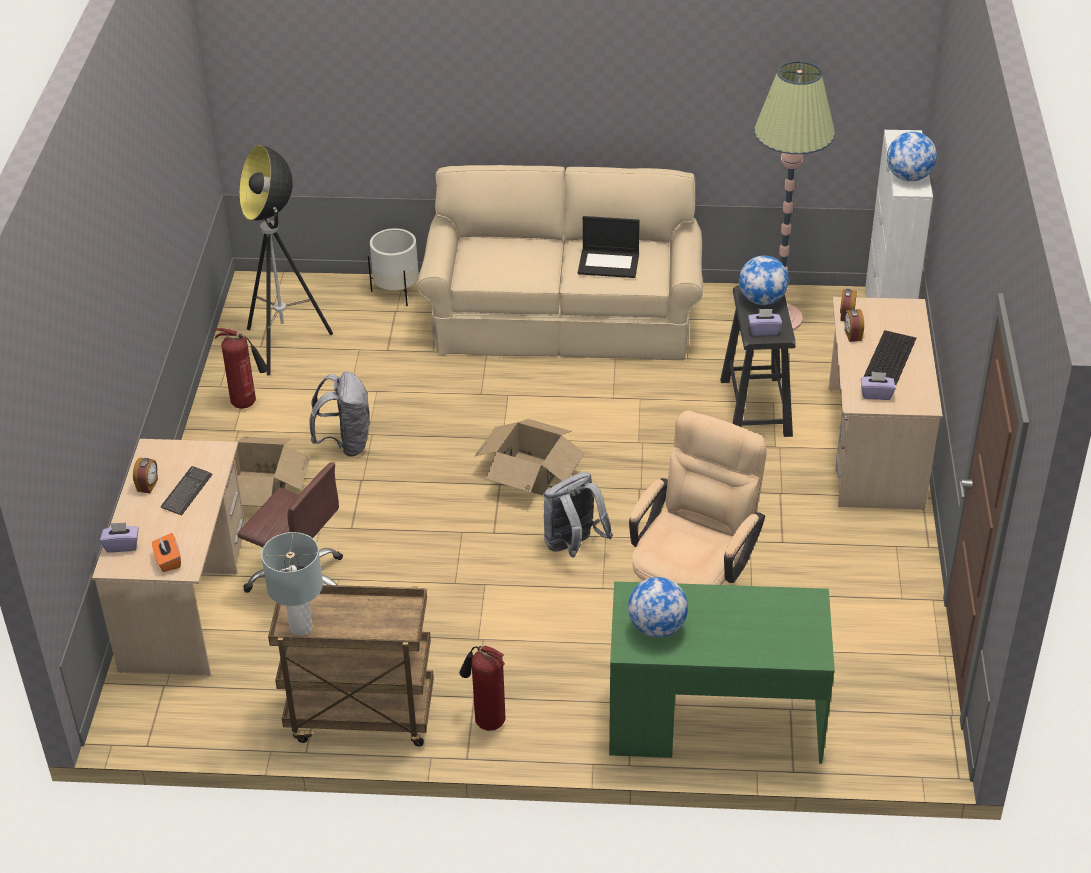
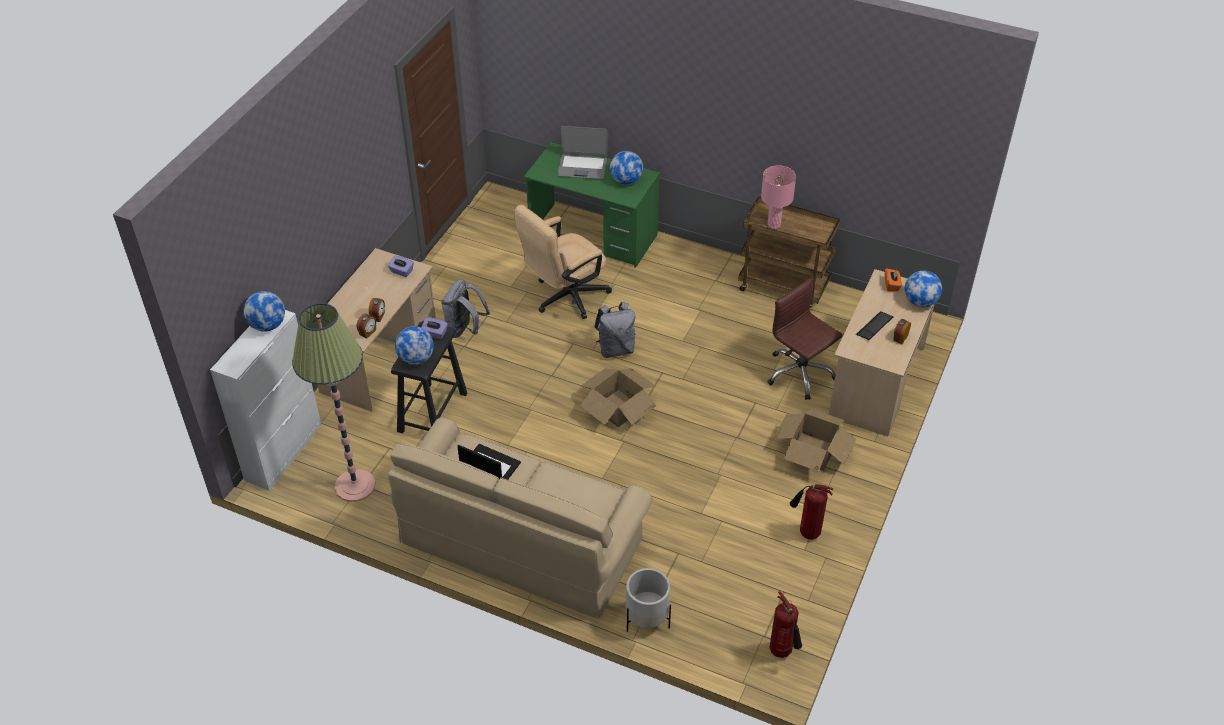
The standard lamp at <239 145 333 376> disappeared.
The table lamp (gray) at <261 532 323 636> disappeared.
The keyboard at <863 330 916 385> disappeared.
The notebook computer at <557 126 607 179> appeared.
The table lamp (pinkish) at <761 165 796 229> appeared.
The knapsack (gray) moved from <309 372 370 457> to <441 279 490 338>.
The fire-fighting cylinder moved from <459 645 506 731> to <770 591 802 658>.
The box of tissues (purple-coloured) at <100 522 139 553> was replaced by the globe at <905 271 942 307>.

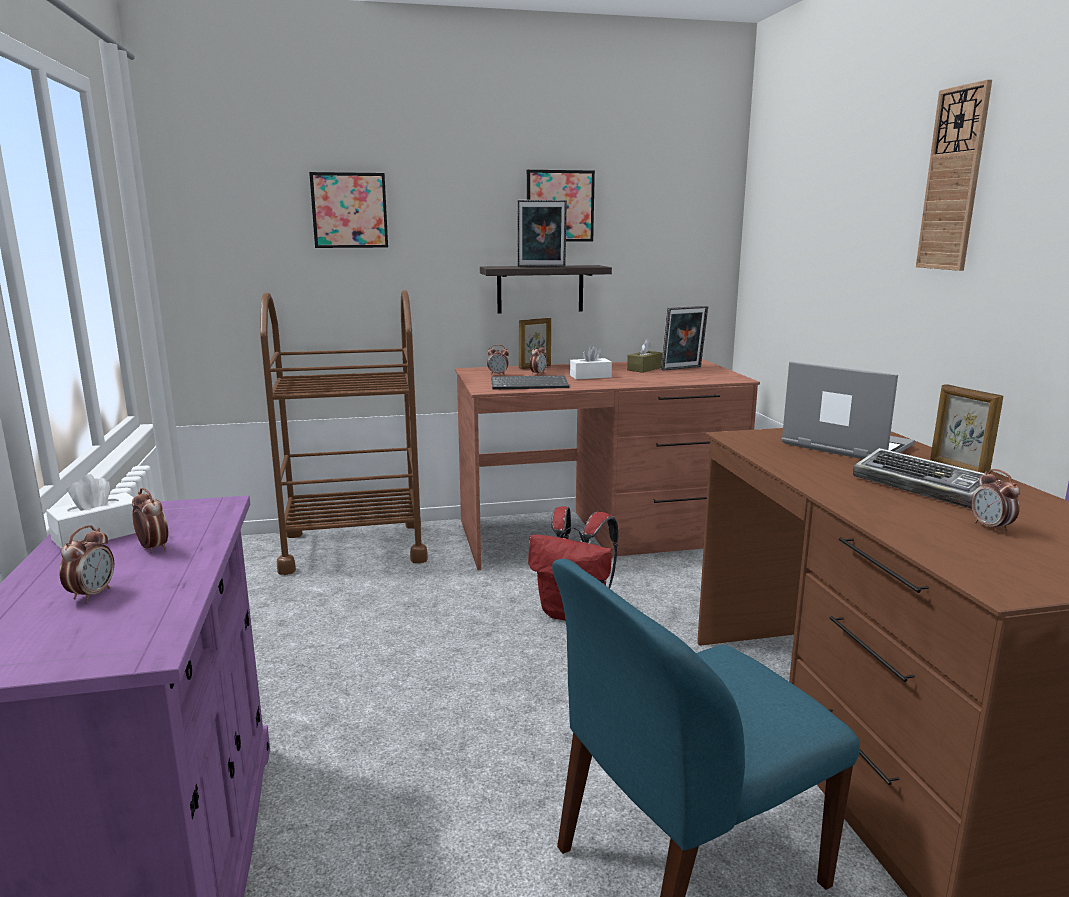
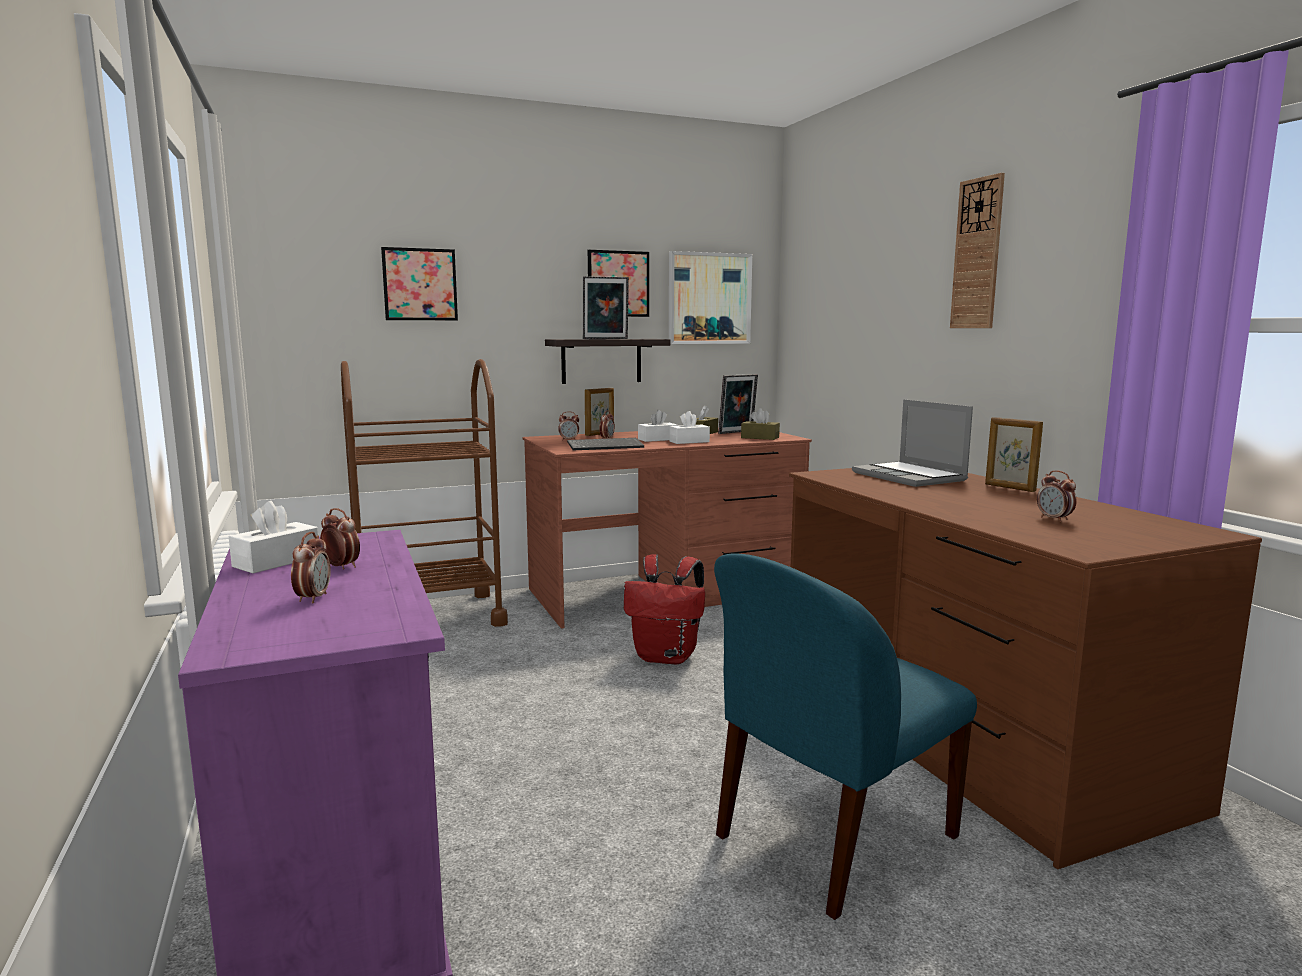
The keyboard at <853 448 1003 509> disappeared.
The wall art at <669 251 752 344> appeared.
The box of tissues (whitish) at <669 411 710 444> appeared.
The box of tissues (brown) at <741 408 780 440> appeared.
The notebook computer at <781 361 915 459> turned 150 degrees counterclockwise.

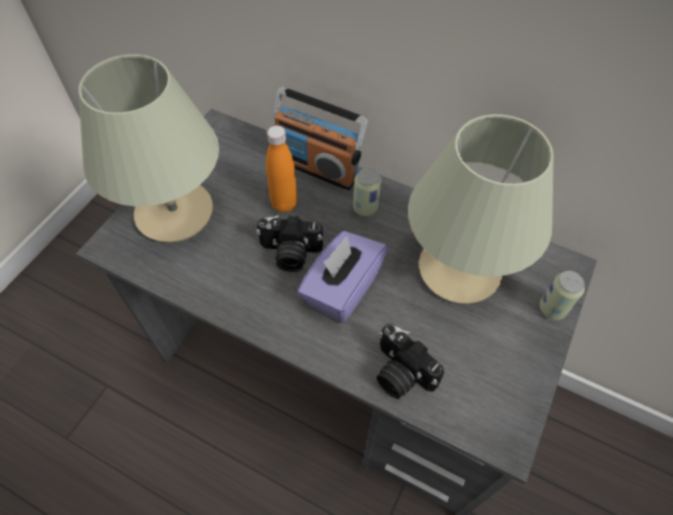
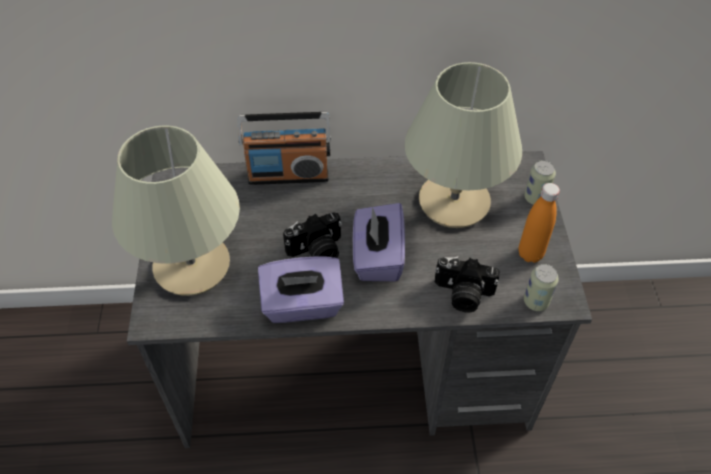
The box of tissues (purple-coloured) at <258 256 344 323> appeared.
The bottle (orangey) moved from <266 126 297 213> to <519 183 560 263>.
The metal can moved from <353 168 381 216> to <524 264 559 311>.

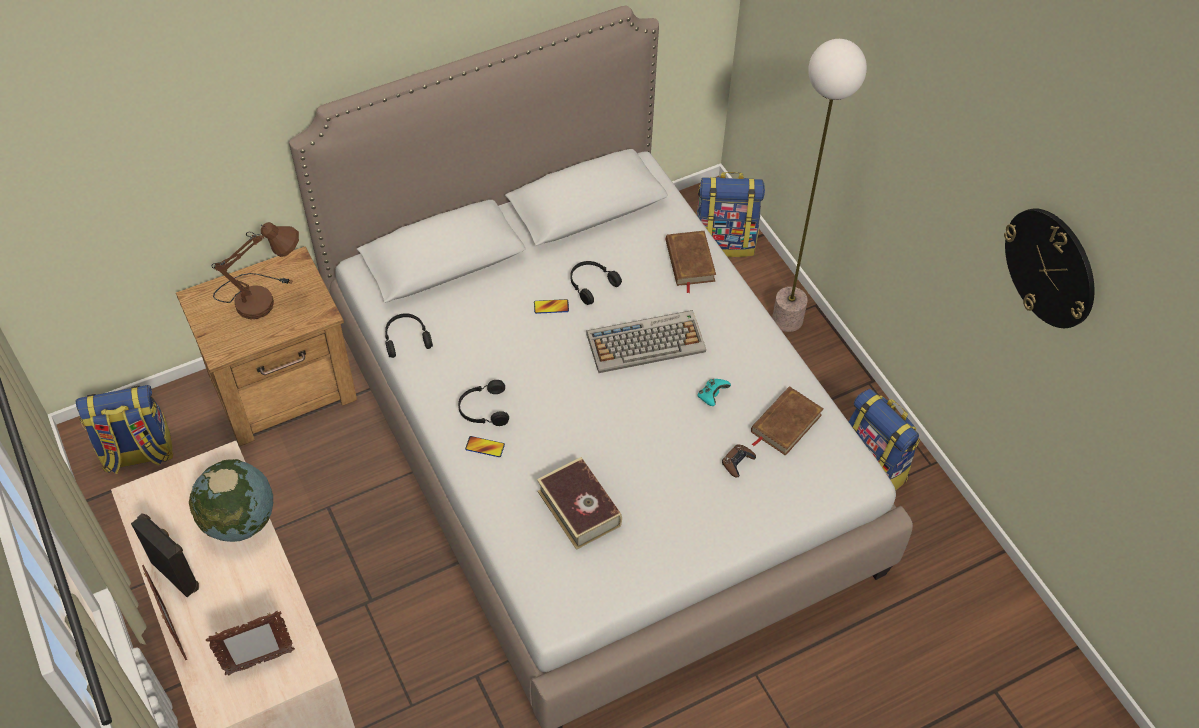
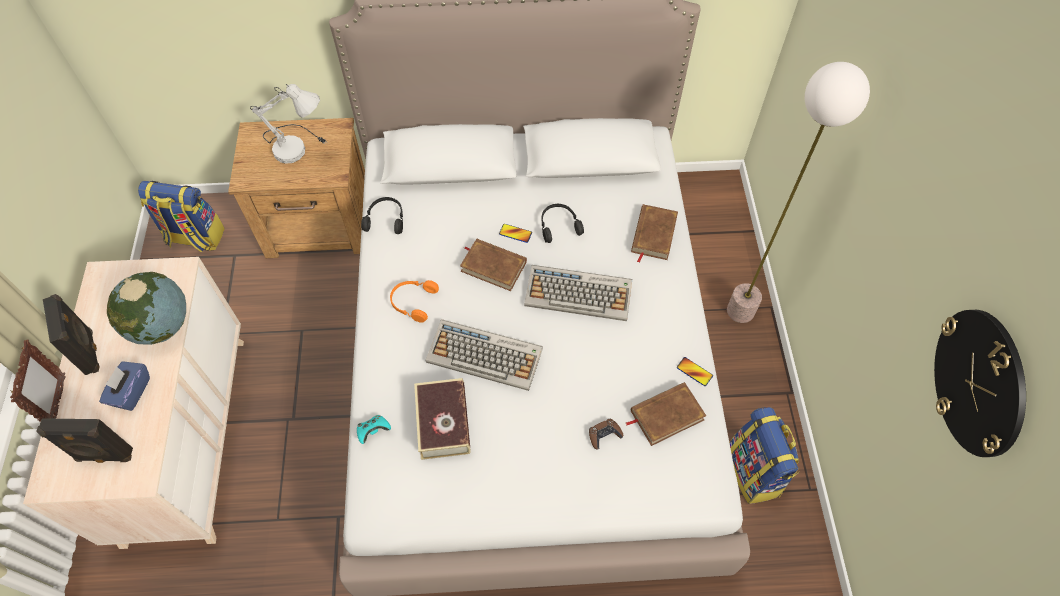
The knapsack at <696 172 765 257> disappeared.
The box of tissues (bluish) at <99 361 150 411> appeared.
The keyboard at <426 319 543 391> appeared.
The book (brown) at <460 238 527 291> appeared.
The phone moved from <465 436 505 457> to <677 357 713 386>.
The joypad (blue-green) moved from <697 379 731 406> to <357 415 391 444>.
The standing frame at <206 611 295 676> was replaced by the loudspeaker (black-coloured) at <36 418 133 463>.
The table lamp (brown) at <211 222 299 319> became the table lamp (whitish) at <250 84 327 164>.
The pair of headphones (black-coloured) at <458 380 509 426> became the pair of headphones (orangey) at <390 280 439 323>.

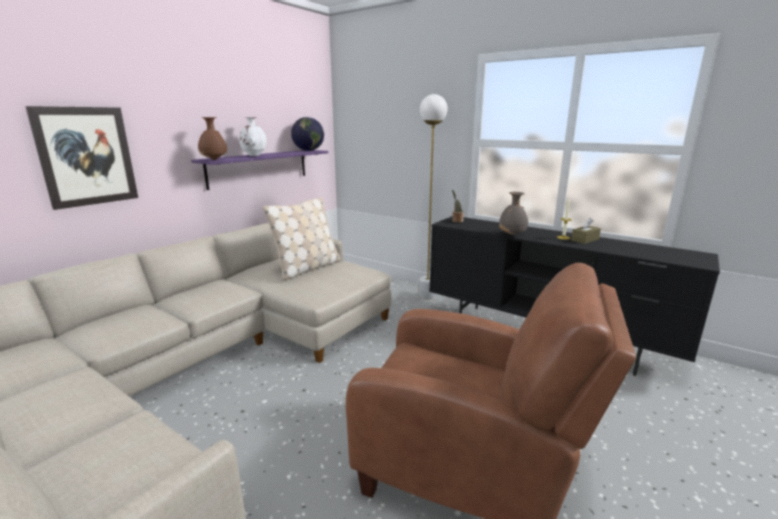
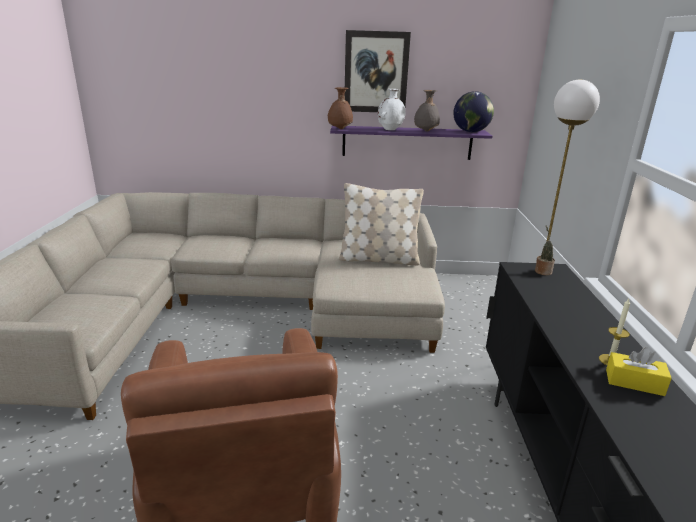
The wall art moved from <25 106 138 210> to <345 30 411 112>.
The flower vase (gray) moved from <499 192 528 235> to <414 90 440 132>.
The box of tissues (brown) at <571 218 601 244> became the box of tissues (yellowish) at <606 347 672 396>.

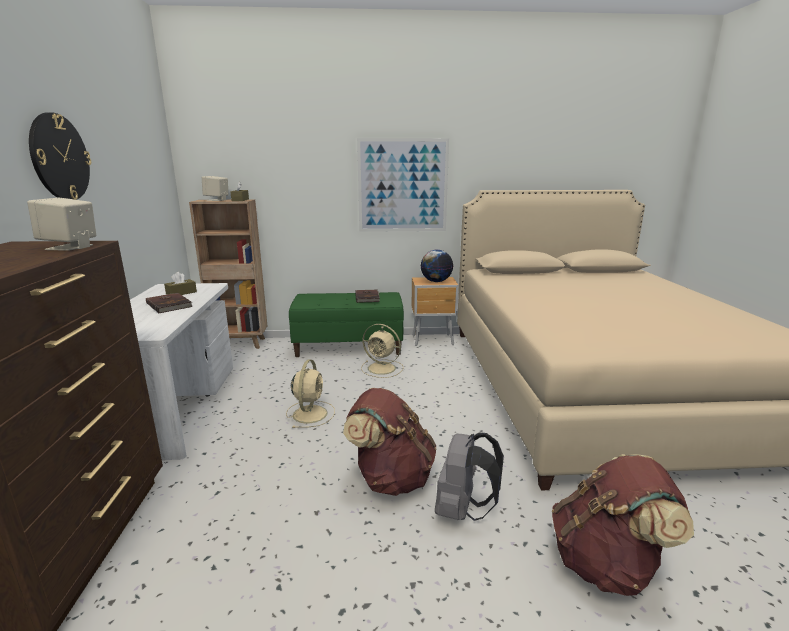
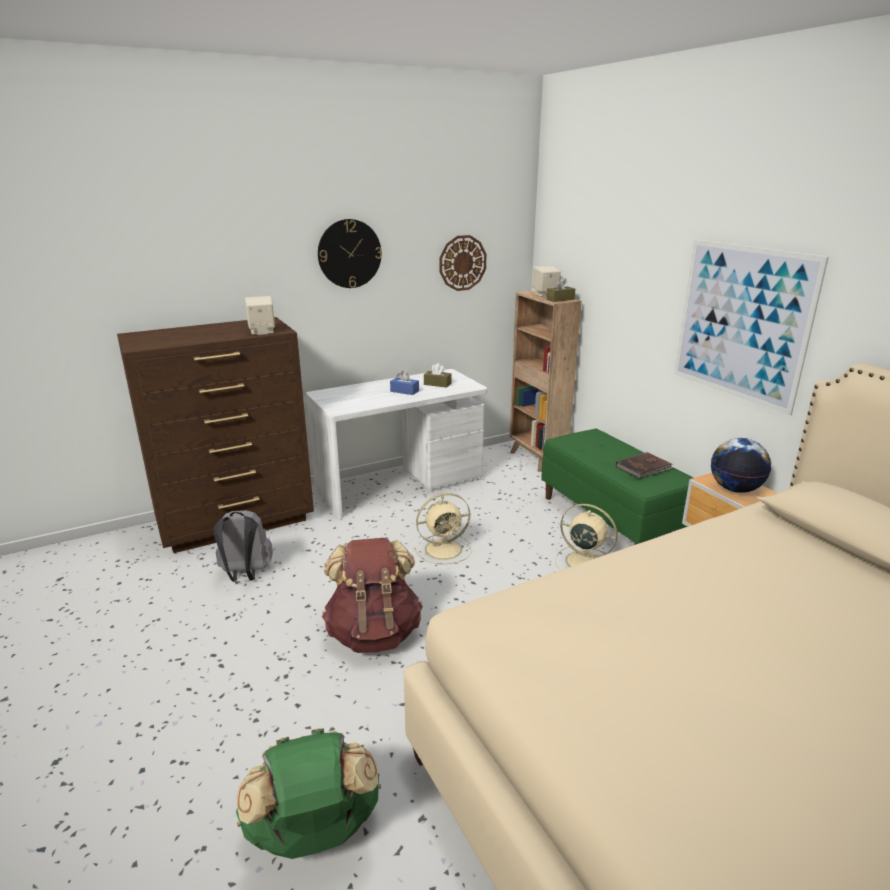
The wall clock at <440 235 487 291> appeared.
The knapsack (gray) moved from <435 433 504 521> to <213 510 273 582>.
The book (brown) at <146 293 193 313> was replaced by the box of tissues (bluish) at <390 371 419 395>.
The knapsack (brown) at <552 454 694 596> became the knapsack (greenish) at <236 728 381 859>.
The cooling fan (beige-coloured) at <361 324 404 378> turned 120 degrees clockwise.

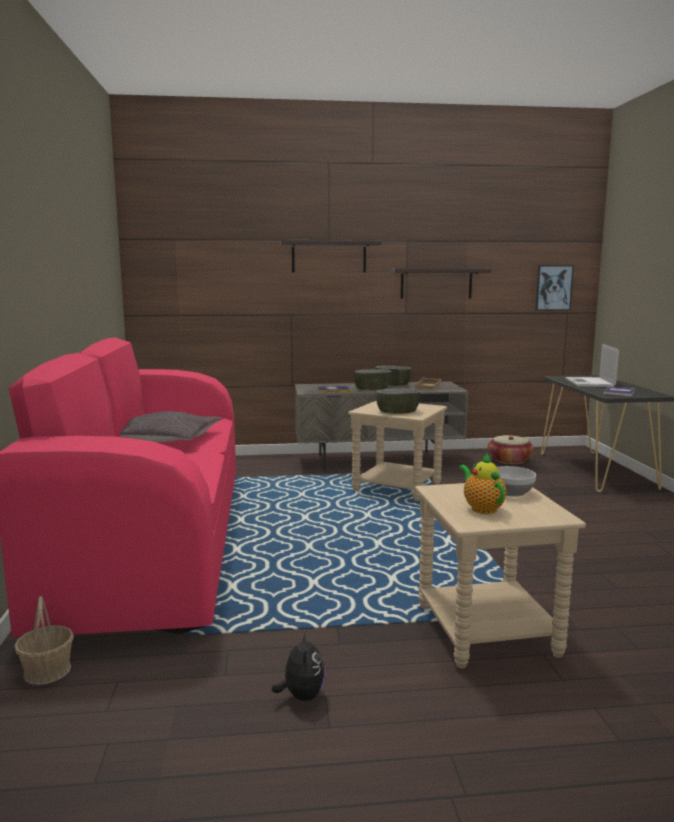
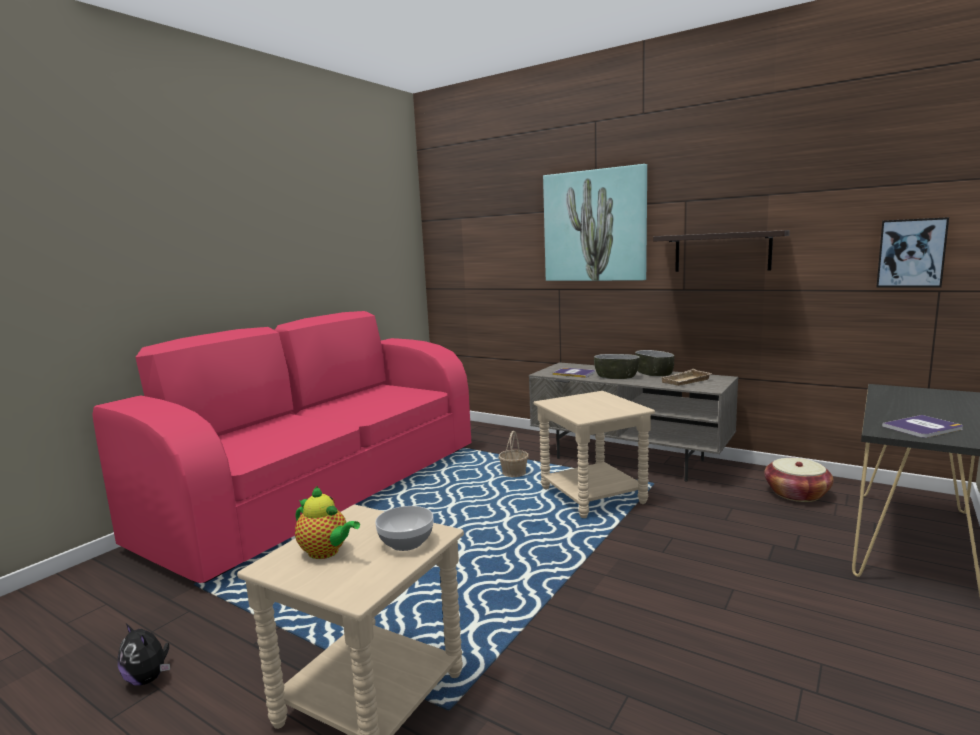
The throw pillow (gray) at <120 411 222 442> disappeared.
The bowl at <376 389 420 414> disappeared.
The notebook computer at <565 344 619 387> disappeared.
The storage basket moved from <14 596 74 685> to <498 431 529 477>.
The shelf at <280 240 382 273> was replaced by the wall art at <543 164 647 281>.
The cuddly toy at <272 631 326 701> turned 90 degrees clockwise.
The tea pot at <459 453 506 514> turned 105 degrees clockwise.

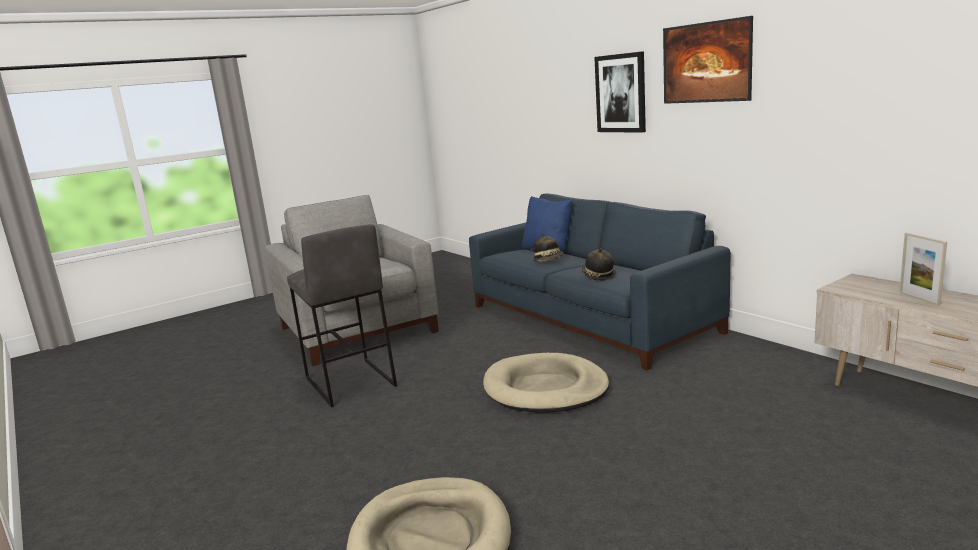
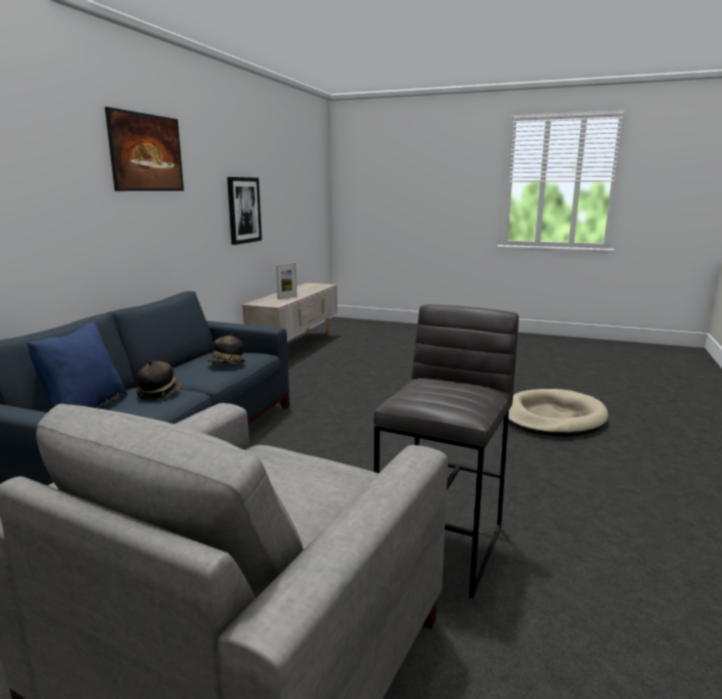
The dog bed (beige-coloured) at <483 353 609 413> disappeared.
The wall art moved from <594 51 646 133> to <227 177 262 245>.

